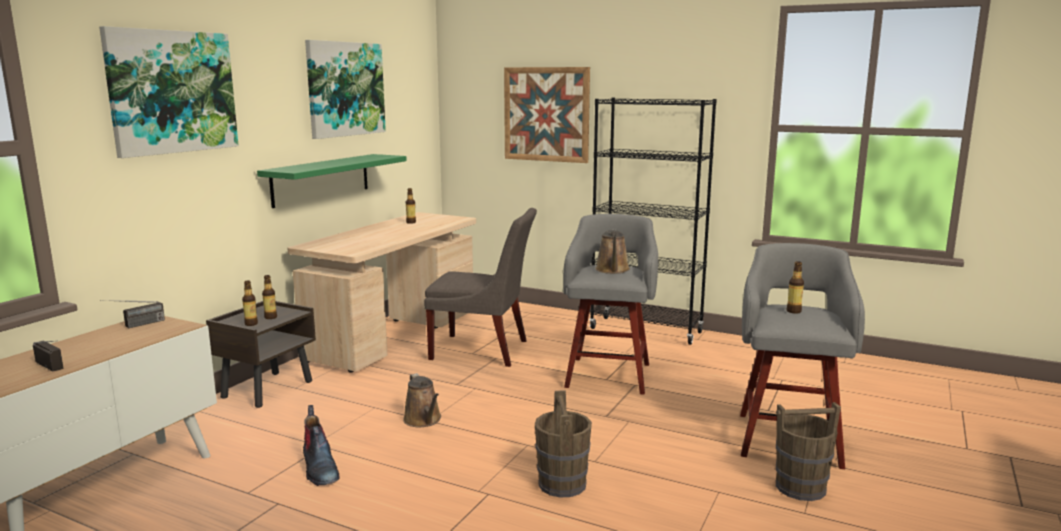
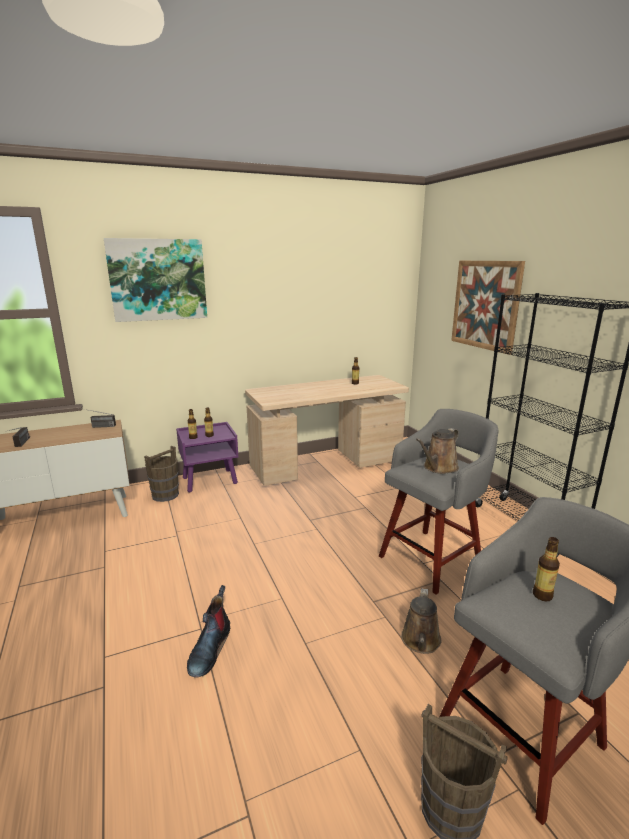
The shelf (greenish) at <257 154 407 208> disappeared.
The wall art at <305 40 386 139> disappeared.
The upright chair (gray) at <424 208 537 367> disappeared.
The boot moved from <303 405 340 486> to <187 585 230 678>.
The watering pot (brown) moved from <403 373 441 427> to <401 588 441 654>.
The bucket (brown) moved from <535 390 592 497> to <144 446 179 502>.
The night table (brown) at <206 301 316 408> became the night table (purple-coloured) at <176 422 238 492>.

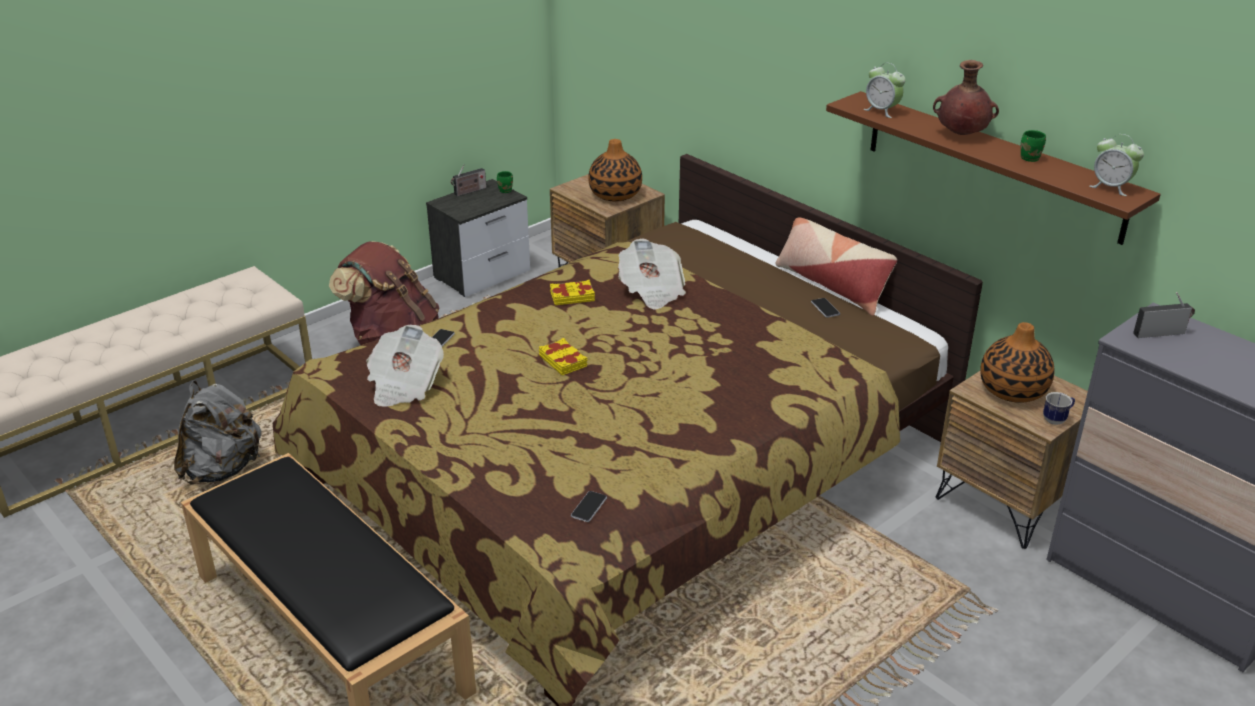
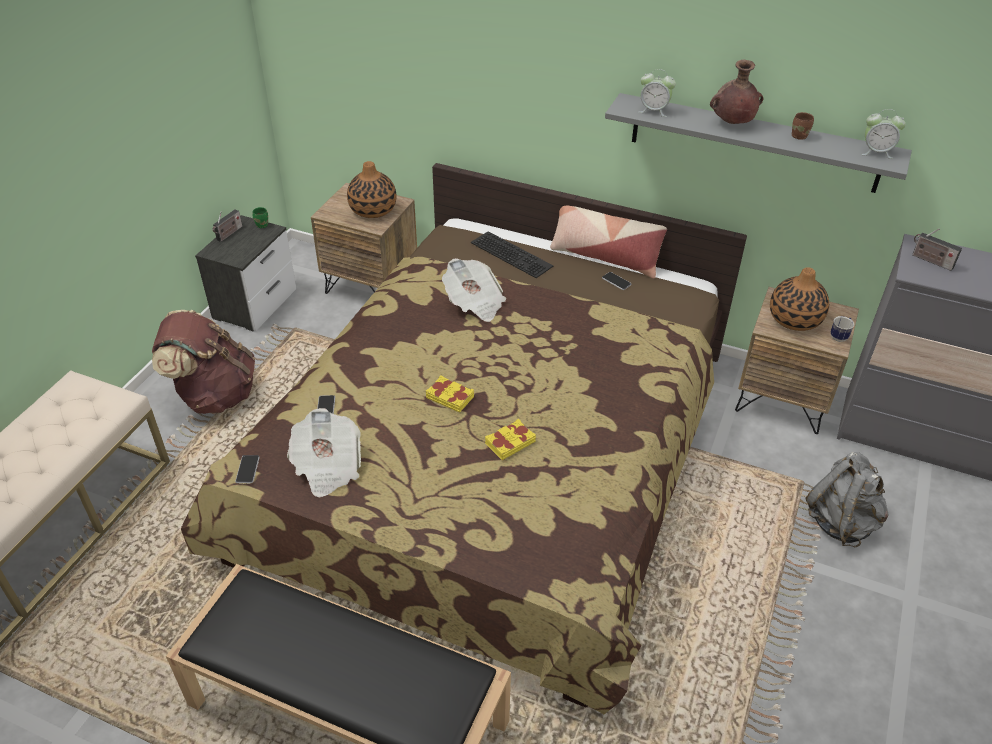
The keyboard at <471 231 553 278> appeared.
The knapsack (gray) moved from <174 380 261 485> to <806 452 889 547>.
The book (yellowish) moved from <550 280 595 305> to <485 419 536 460>.
The phone moved from <571 491 607 522> to <235 455 260 483>.
The shelf (brown) at <826 91 1161 245> became the shelf (gray) at <605 93 912 193>.
The mug (greenish) at <1021 130 1046 162> became the mug (brown) at <792 112 814 140>.
The radio set at <1133 292 1195 338> turned 105 degrees counterclockwise.

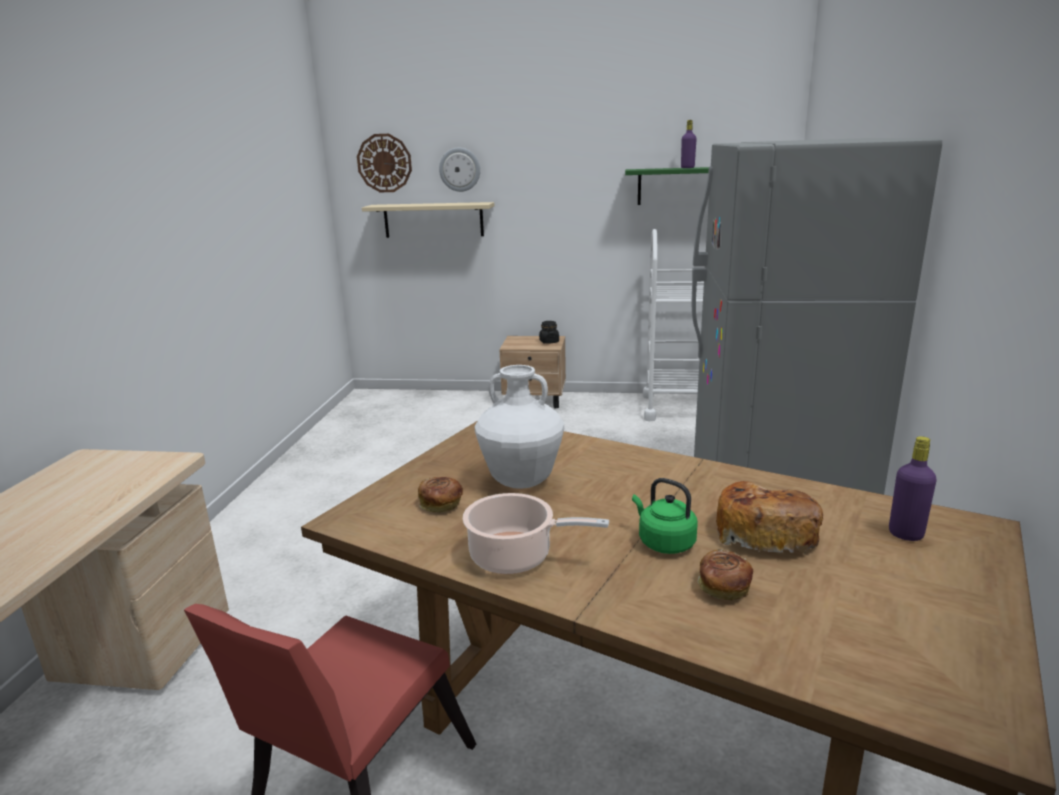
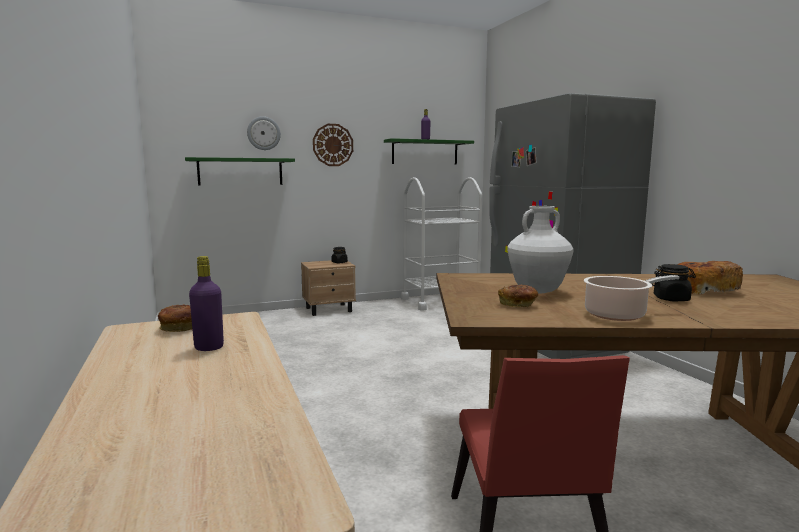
The wall clock moved from <357 134 412 192> to <313 124 353 166>.
The bakery bread moved from <697 549 753 600> to <158 304 192 332>.
The bottle (purple-coloured) moved from <889 436 937 541> to <189 256 224 351>.
The tea kettle (greenish) at <632 478 698 554> was replaced by the storage jar (black-coloured) at <652 264 696 302>.
The shelf (beige-coloured) at <362 202 494 238> became the shelf (greenish) at <185 157 295 186>.

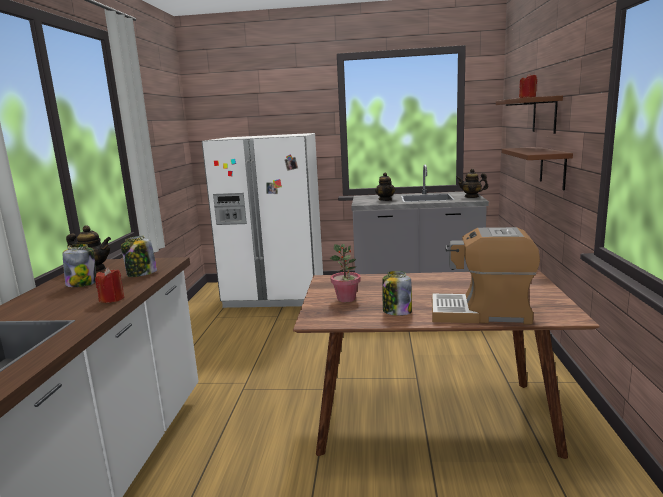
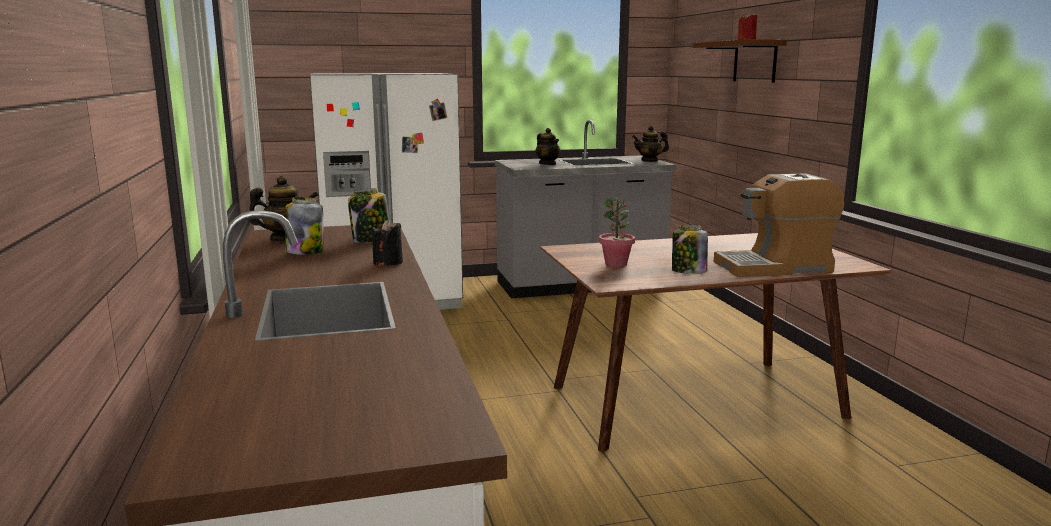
The shelf (brown) at <501 147 573 190> disappeared.
The wax light (red) at <95 267 124 303> became the wax light (black-coloured) at <372 220 403 266>.

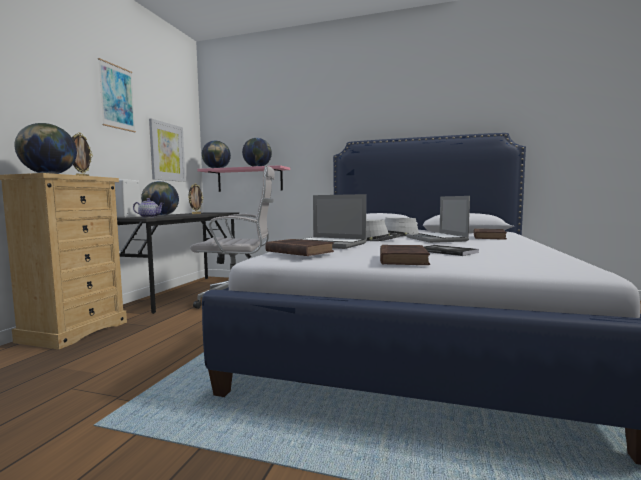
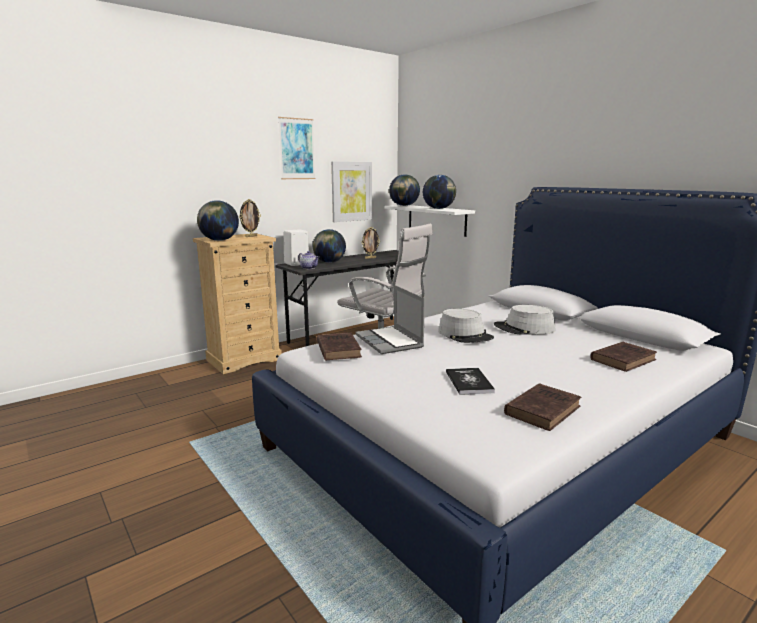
The notebook computer at <406 196 470 243> disappeared.
The book (brown) moved from <380 245 430 265> to <504 383 581 431>.
The shelf (pinkish) at <197 165 290 192> became the shelf (whitish) at <385 205 475 237>.

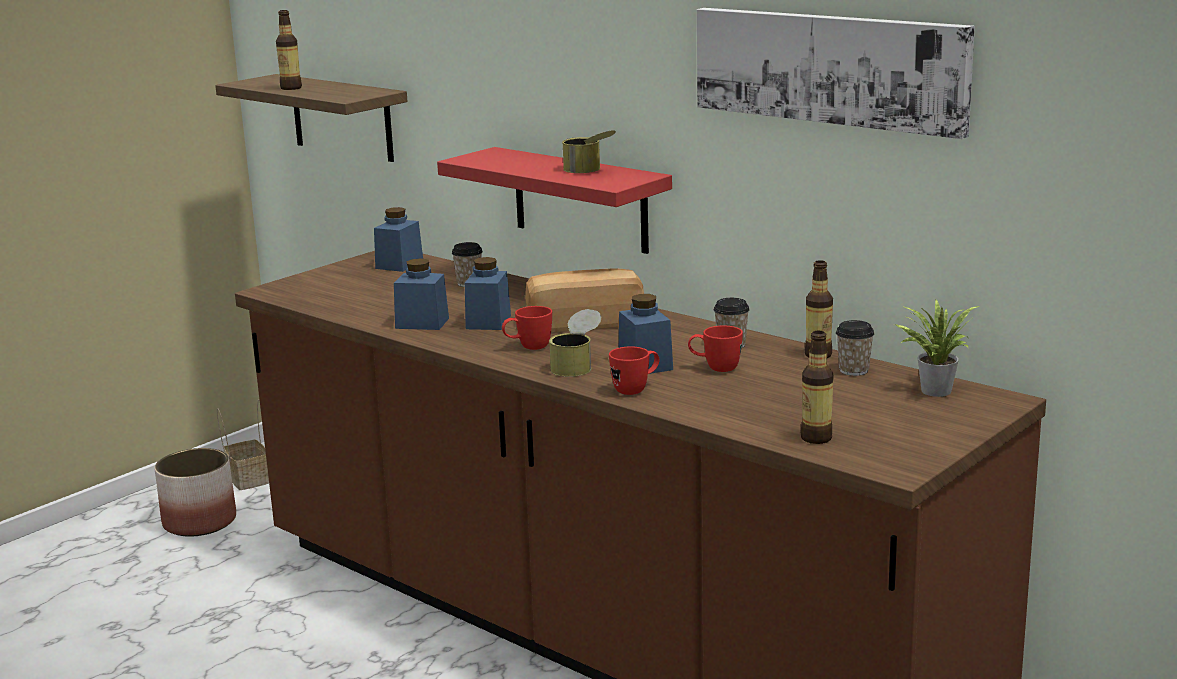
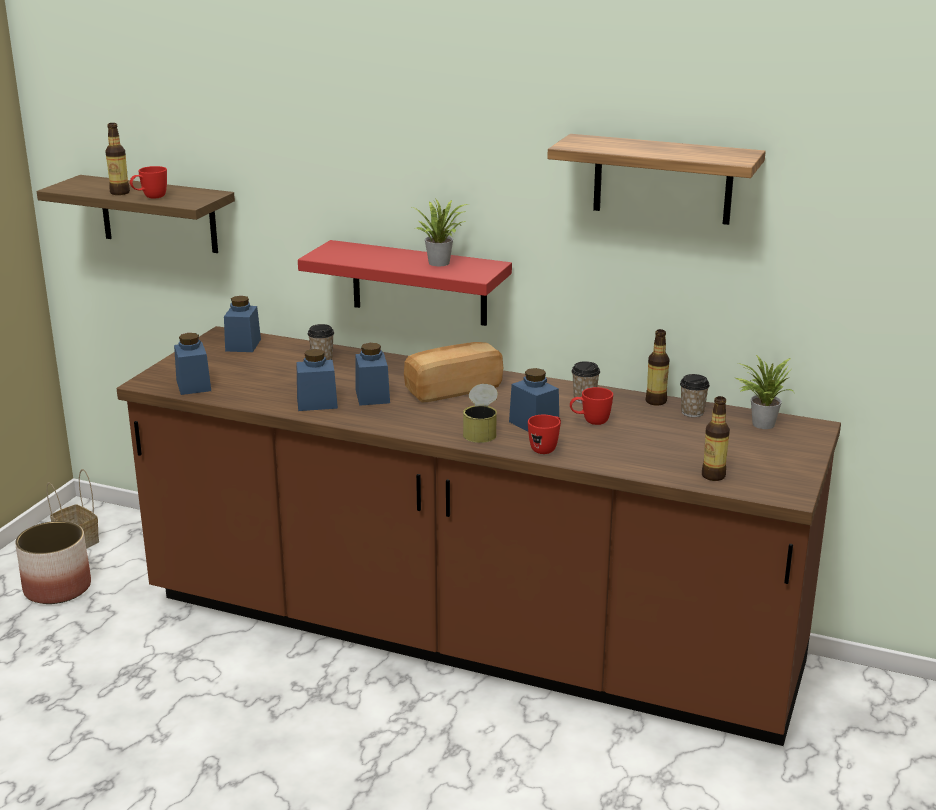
The storage jar (bluish) at <174 333 211 395> appeared.
The mug (red) moved from <502 306 552 350> to <130 166 167 199>.
The metal can at <562 130 616 173> was replaced by the plant in a pot at <412 198 468 266>.
The wall art at <697 8 975 139> was replaced by the shelf at <547 134 766 225>.

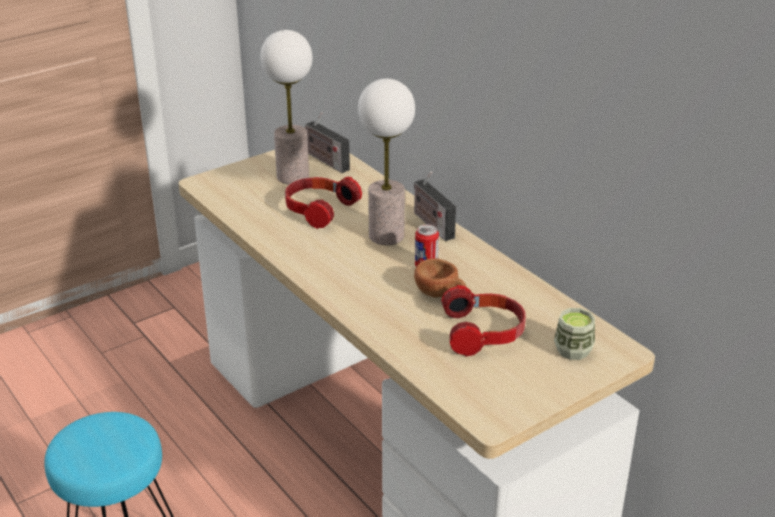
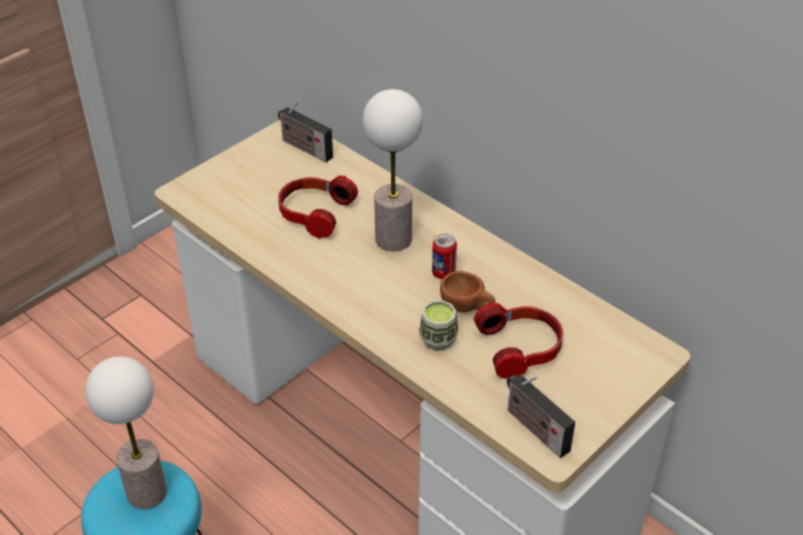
The table lamp moved from <260 30 312 184> to <85 356 167 509>.
The radio set moved from <414 172 456 241> to <507 374 575 458>.
The small cup moved from <554 308 595 360> to <419 300 458 351>.

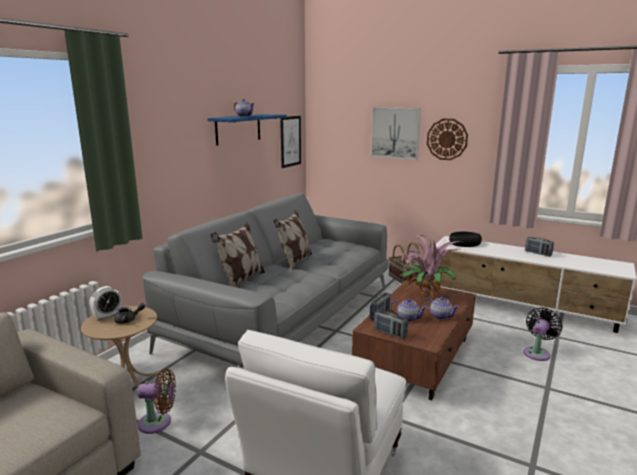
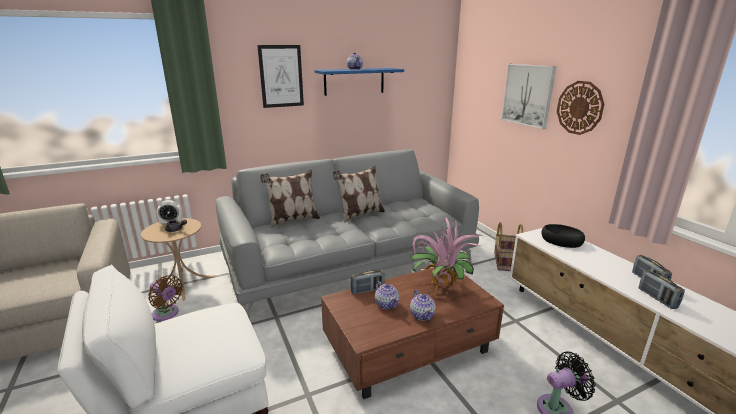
The wall art moved from <280 116 301 168> to <257 45 304 108>.
The radio set moved from <374 310 408 339> to <638 270 685 309>.

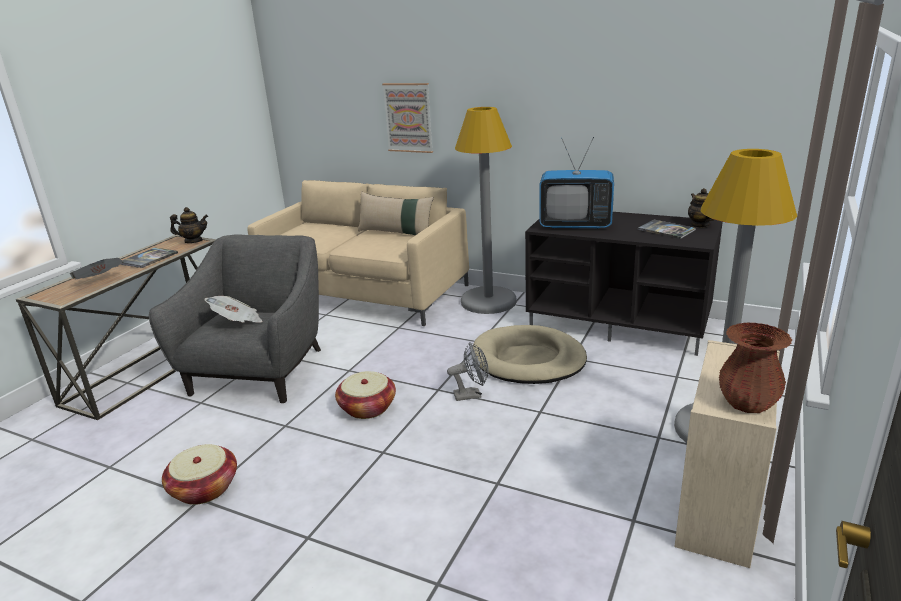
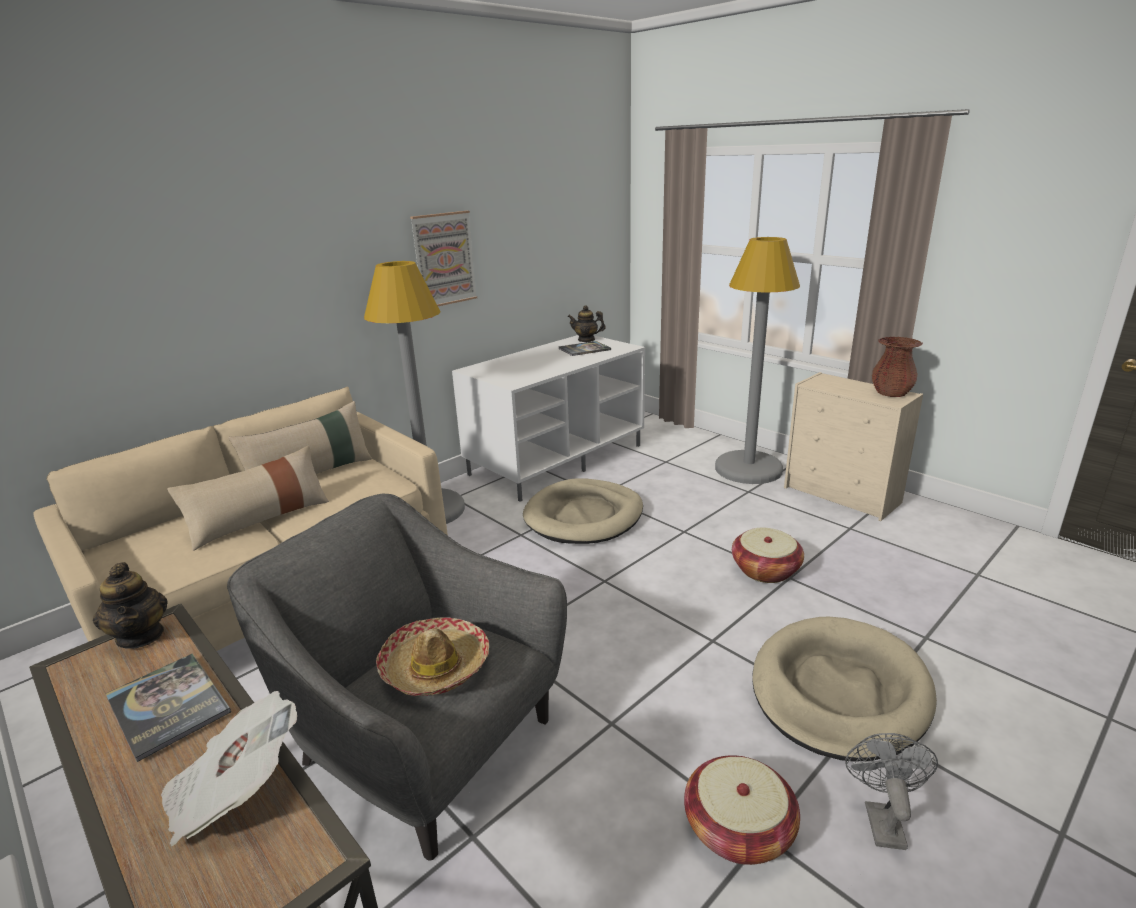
The TV at <539 137 614 229> disappeared.
The throw pillow (beige-coloured) at <167 446 329 551> appeared.
The dog bed (beige-coloured) at <753 617 937 762> appeared.
The storage basket moved from <335 371 396 419> to <732 527 804 583>.
The wall art moved from <382 83 433 153> to <410 211 477 306>.
The cooling fan (gray) moved from <447 342 489 401> to <845 733 938 850>.
The newspaper at <205 296 262 323> was replaced by the clothing hat at <376 617 489 696>.
The media console (black-coloured) at <525 212 723 356> became the media console (whitish) at <452 335 645 502>.
The tea pot at <170 207 208 243> turned 135 degrees clockwise.

